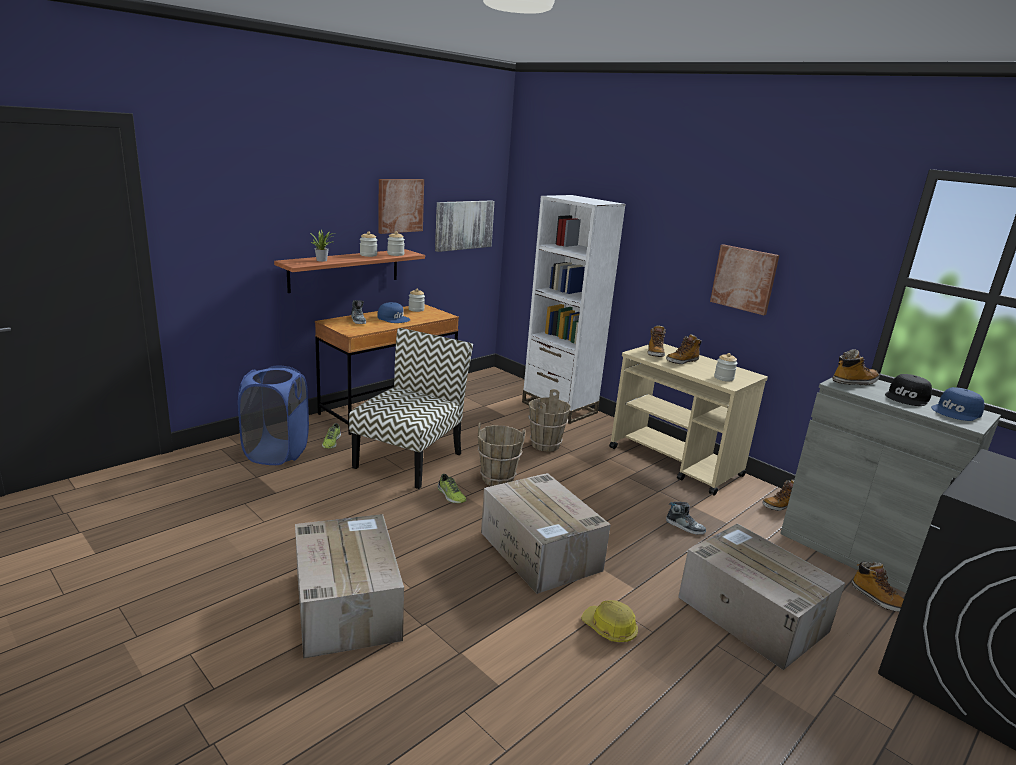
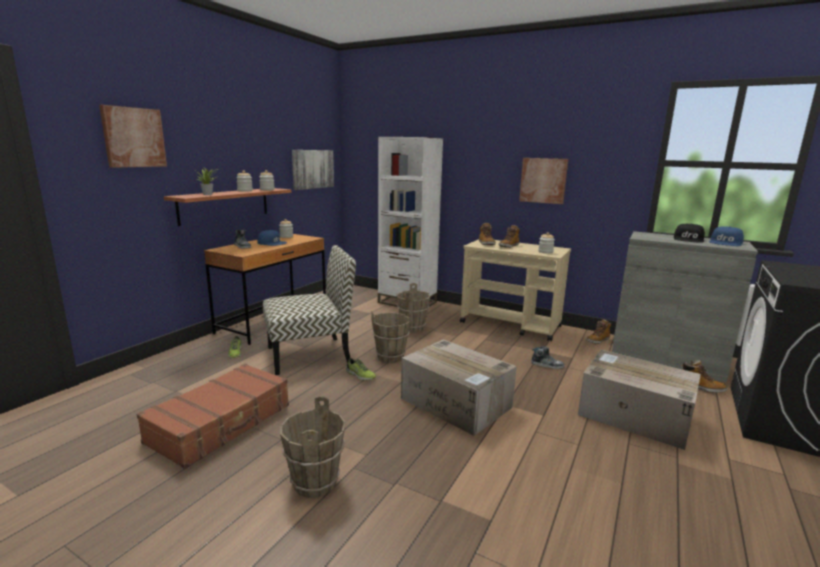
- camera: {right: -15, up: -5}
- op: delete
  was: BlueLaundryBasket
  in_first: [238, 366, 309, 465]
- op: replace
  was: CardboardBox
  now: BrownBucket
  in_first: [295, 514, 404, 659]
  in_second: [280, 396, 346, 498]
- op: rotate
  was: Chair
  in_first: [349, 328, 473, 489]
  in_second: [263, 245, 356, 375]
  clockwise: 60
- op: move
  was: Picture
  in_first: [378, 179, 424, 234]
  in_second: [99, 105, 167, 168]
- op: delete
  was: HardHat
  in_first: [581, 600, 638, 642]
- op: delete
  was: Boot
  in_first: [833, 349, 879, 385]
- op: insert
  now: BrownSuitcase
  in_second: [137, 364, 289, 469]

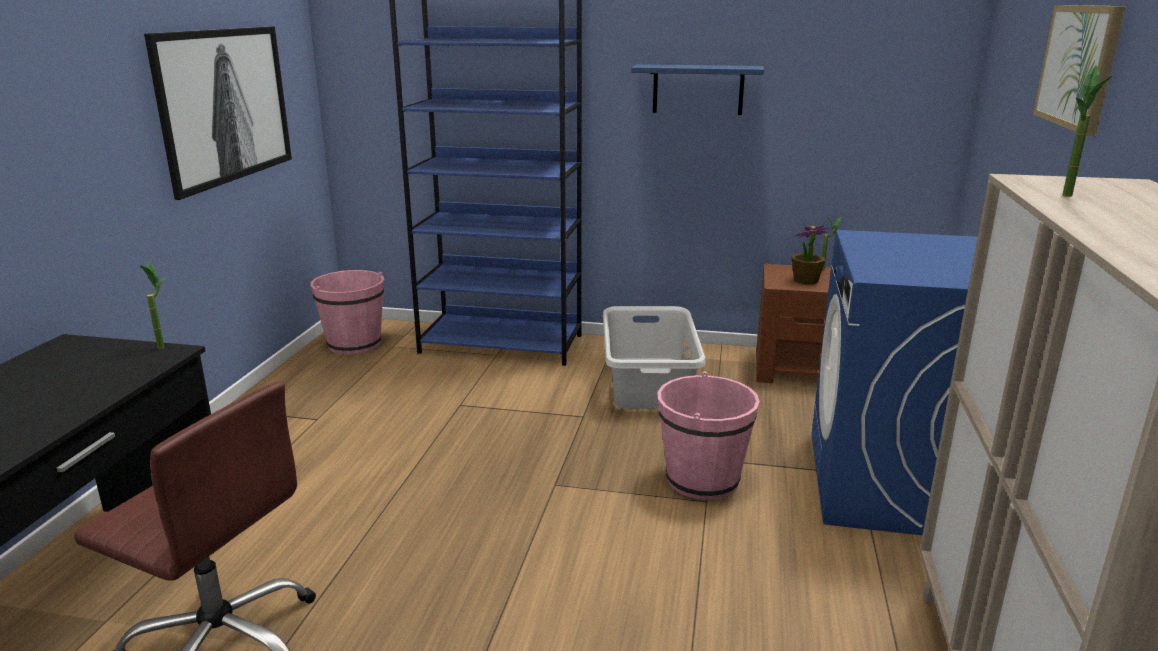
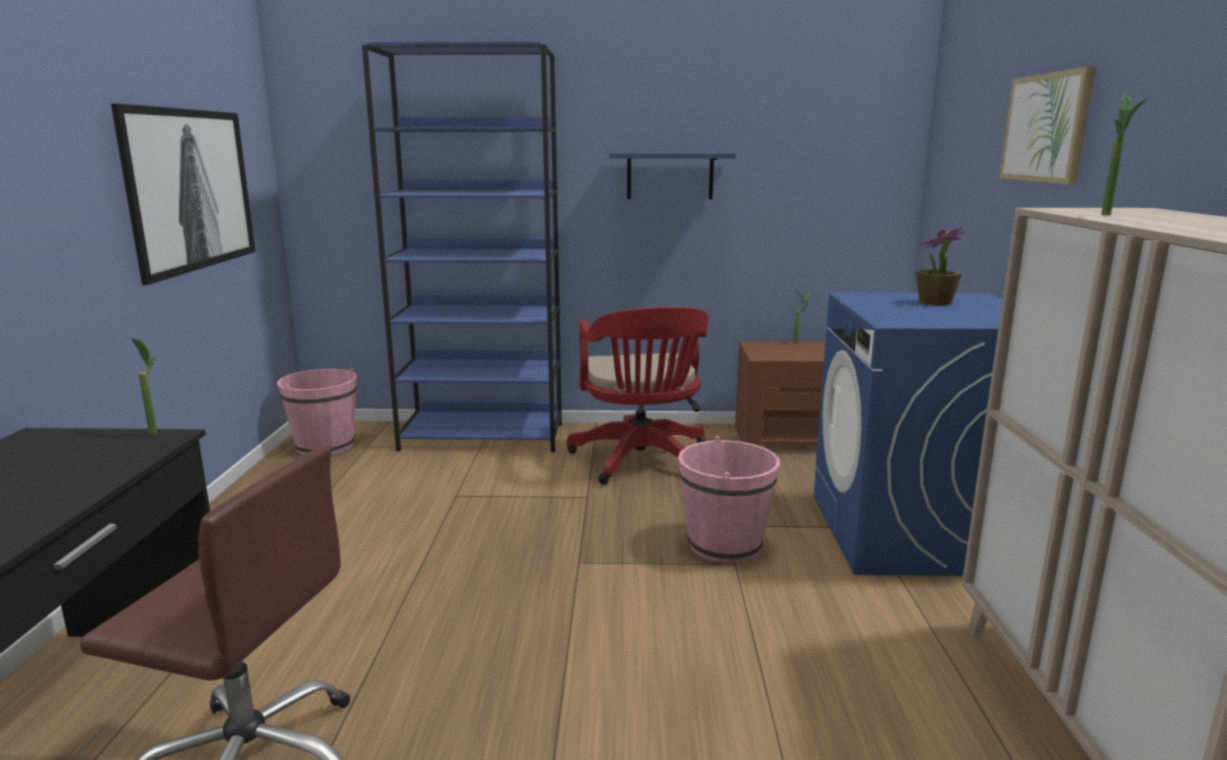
- camera: {right: -10, up: -5}
- op: replace
  was: GreyLaundryBasket
  now: RedOfficeChair
  in_first: [603, 306, 706, 409]
  in_second: [567, 307, 709, 485]
- op: move
  was: PottedPlant
  in_first: [791, 225, 829, 285]
  in_second: [916, 227, 965, 305]

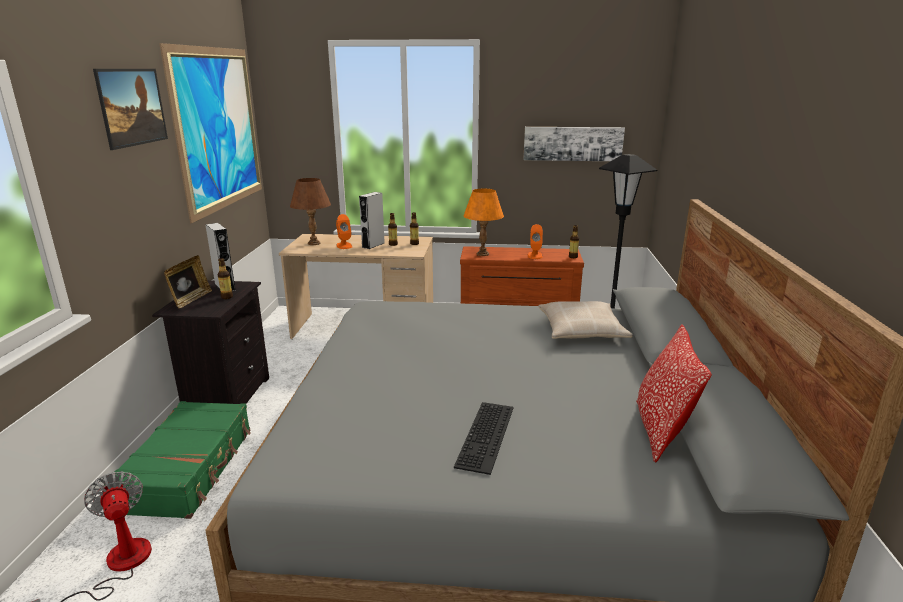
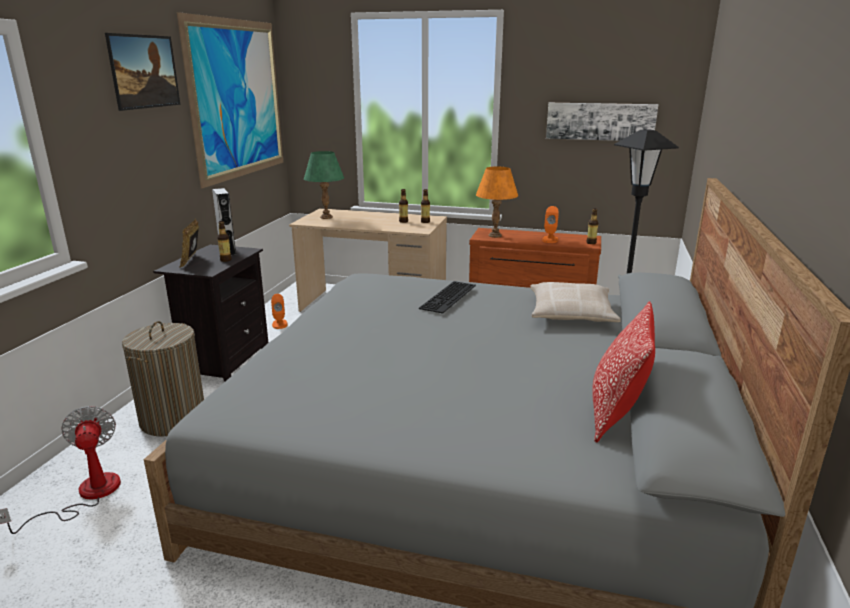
- camera: {right: 10, up: 0}
- op: replace
  was: GreenSuitcase
  now: LaundryBasket
  in_first: [104, 401, 251, 519]
  in_second: [122, 321, 204, 437]
- op: rotate
  was: PictureFrame
  in_first: [164, 255, 212, 308]
  in_second: [179, 219, 199, 268]
  clockwise: 150
- op: recolor
  was: BrownTableLamp
  now: GreenTableLamp
  in_first: [290, 178, 331, 245]
  in_second: [304, 151, 344, 219]
- op: move
  was: OrangeSpeaker
  in_first: [336, 214, 352, 249]
  in_second: [271, 294, 288, 329]
- op: delete
  was: GreySpeaker
  in_first: [359, 192, 385, 249]
- op: move
  was: Keyboard
  in_first: [454, 402, 513, 475]
  in_second: [419, 281, 476, 313]

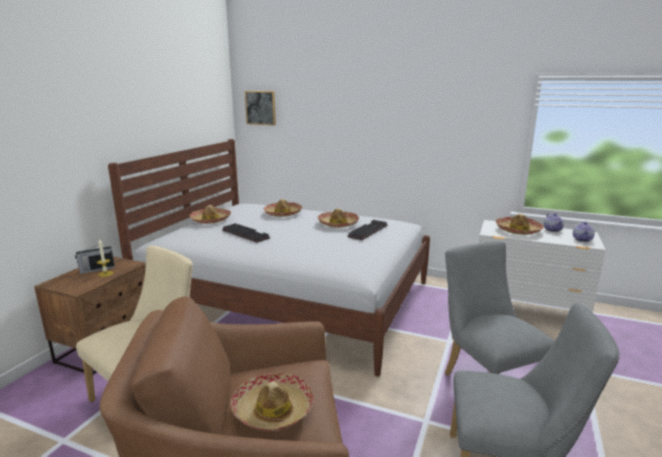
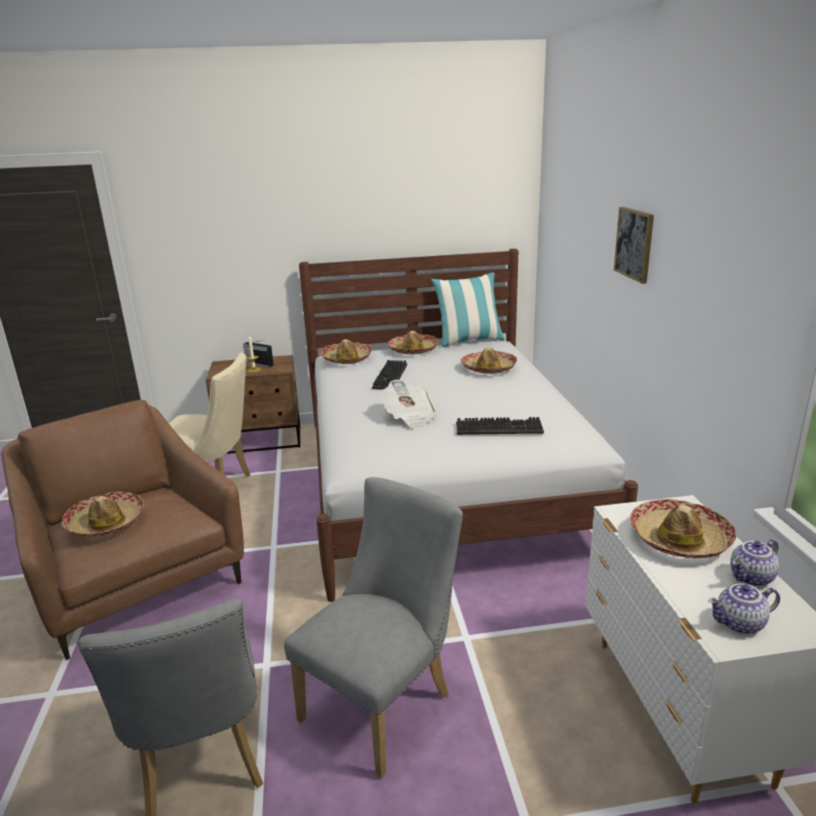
- camera: {right: 60, up: 5}
- op: move
  was: Picture
  in_first: [245, 91, 276, 125]
  in_second: [614, 207, 654, 284]
- op: move
  was: Hat
  in_first: [318, 208, 359, 228]
  in_second: [320, 339, 372, 364]
- op: insert
  now: Newspaper
  in_second: [381, 380, 437, 429]
- op: insert
  now: Pillow
  in_second: [431, 273, 505, 347]

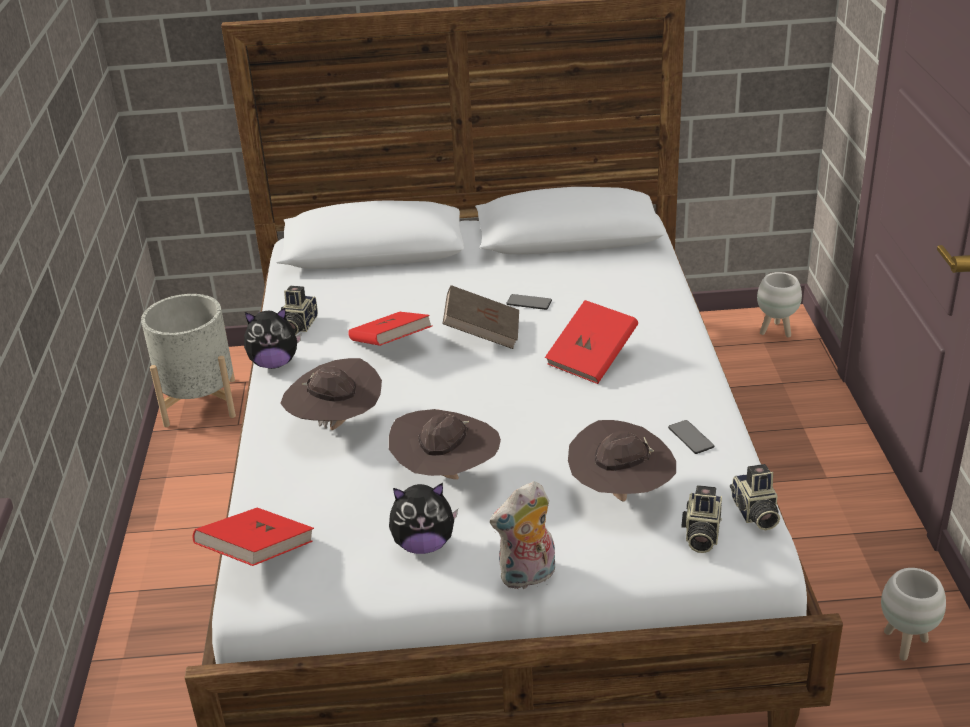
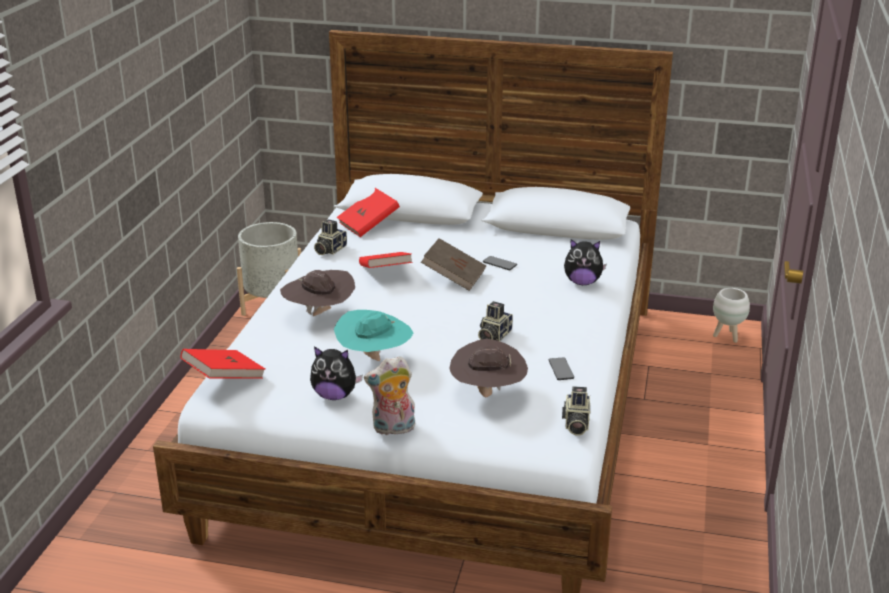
- camera: {right: 15, up: -5}
- op: move
  was: PlushToy
  in_first: [244, 307, 301, 369]
  in_second: [564, 239, 606, 285]
- op: recolor
  was: BrownHat
  now: TurquoiseHat
  in_first: [389, 409, 501, 480]
  in_second: [334, 310, 413, 361]
- op: move
  was: RedBook
  in_first: [545, 300, 638, 384]
  in_second: [337, 188, 400, 237]
- op: move
  was: PhotoCamera
  in_first: [681, 485, 722, 553]
  in_second: [478, 301, 513, 341]
- op: delete
  was: WhitePlanter
  in_first: [881, 568, 946, 661]

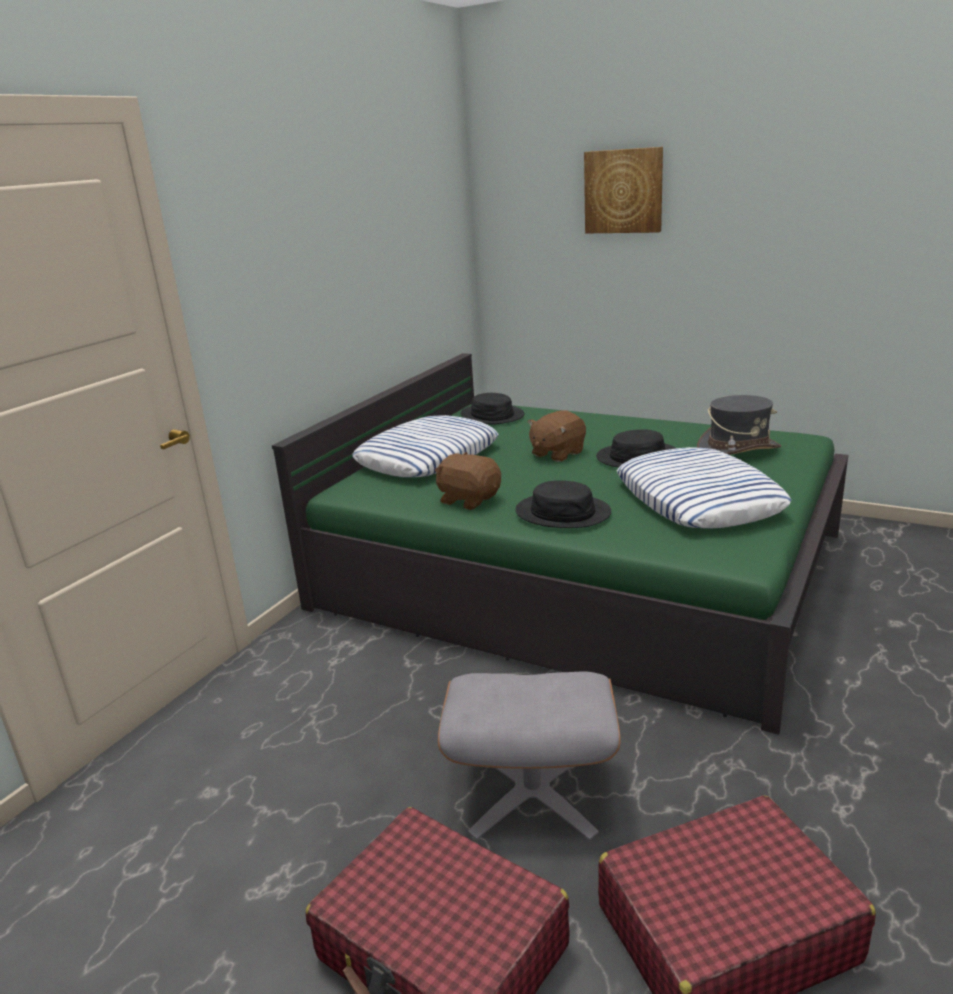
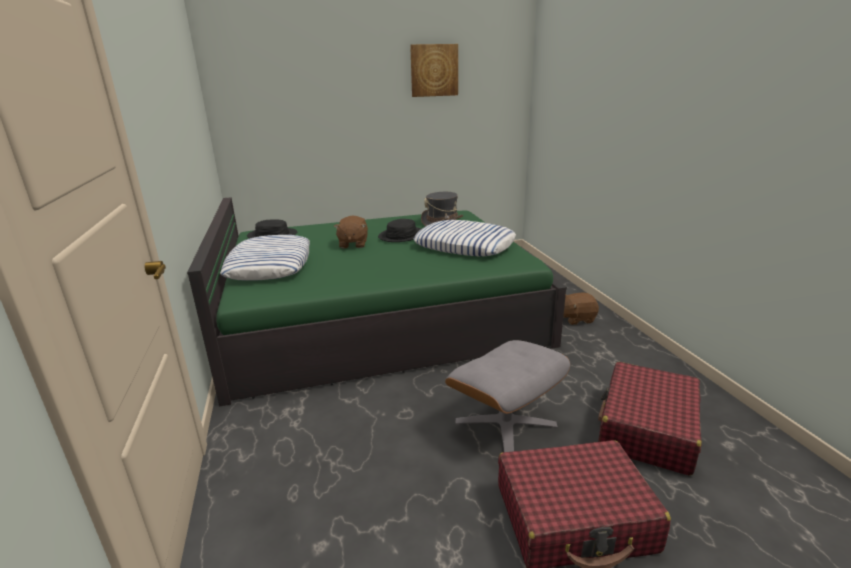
- camera: {right: -45, up: 0}
- op: move
  was: BrownPlushToy
  in_first: [435, 451, 501, 510]
  in_second: [563, 293, 599, 325]
- op: delete
  was: BlackHat
  in_first: [515, 480, 611, 528]
- op: move
  was: Picture
  in_first: [584, 147, 663, 234]
  in_second: [410, 44, 458, 97]

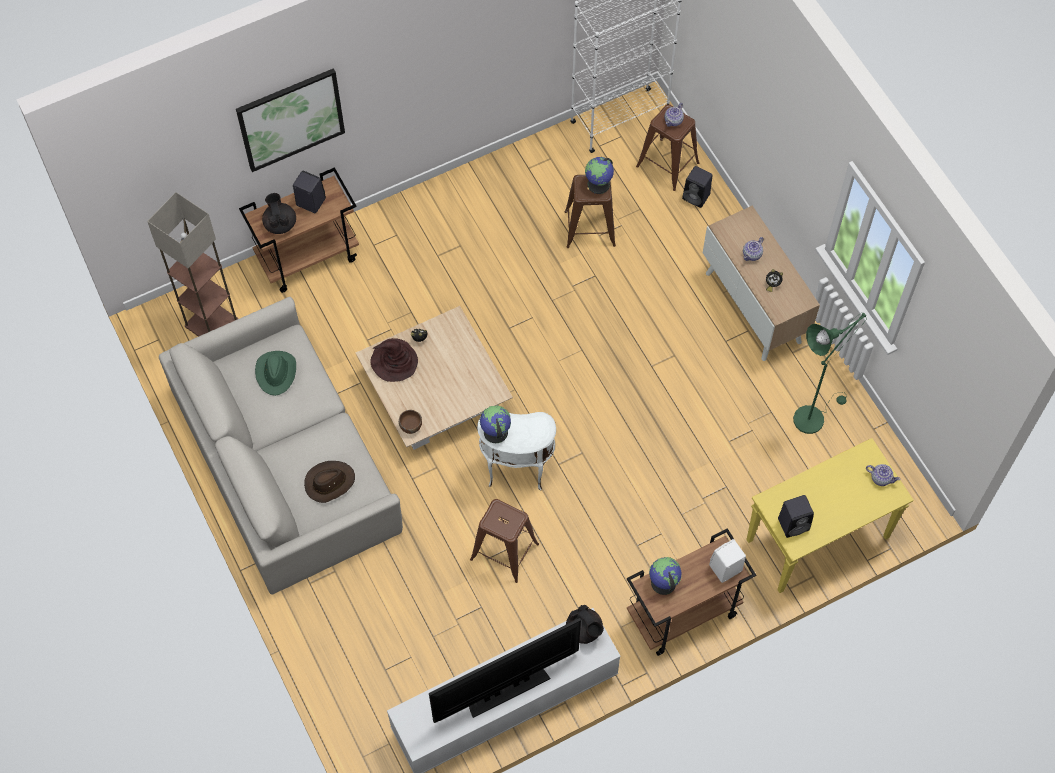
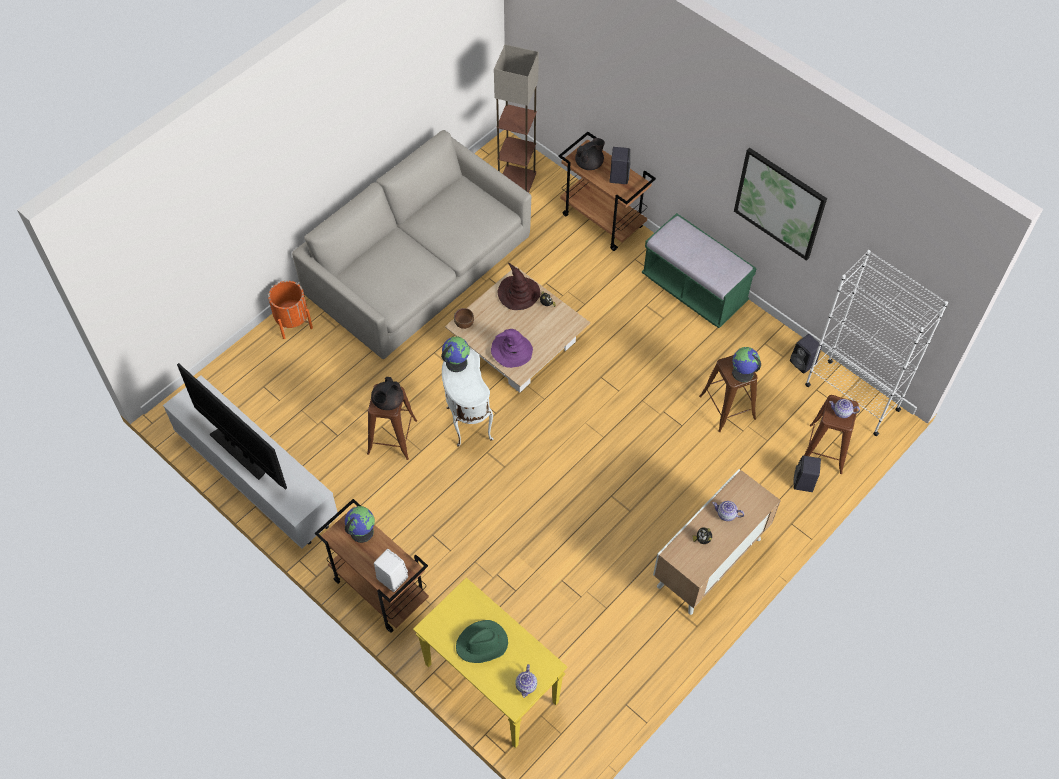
- camera: {right: 70, up: -5}
- op: move
  was: Picture
  in_first: [236, 68, 345, 172]
  in_second: [734, 148, 827, 261]
- op: move
  was: GreenHat
  in_first: [255, 351, 296, 396]
  in_second: [456, 620, 508, 663]
- op: delete
  was: BrownHat
  in_first: [304, 461, 355, 503]
- op: move
  was: BlackTeapot
  in_first: [566, 605, 604, 644]
  in_second: [371, 377, 403, 410]
- op: move
  was: BlackSpeaker
  in_first: [778, 495, 814, 538]
  in_second: [790, 334, 822, 374]
- op: delete
  was: GreenFloorLamp
  in_first: [793, 313, 867, 434]
- op: insert
  now: OrangePlanter
  in_second: [268, 281, 313, 339]
- op: insert
  now: PurpleHat
  in_second: [491, 329, 533, 368]
- op: insert
  now: GreenBench
  in_second: [642, 213, 757, 328]

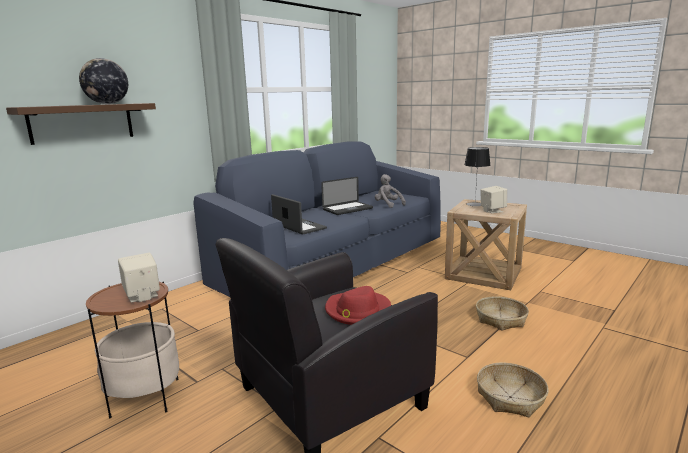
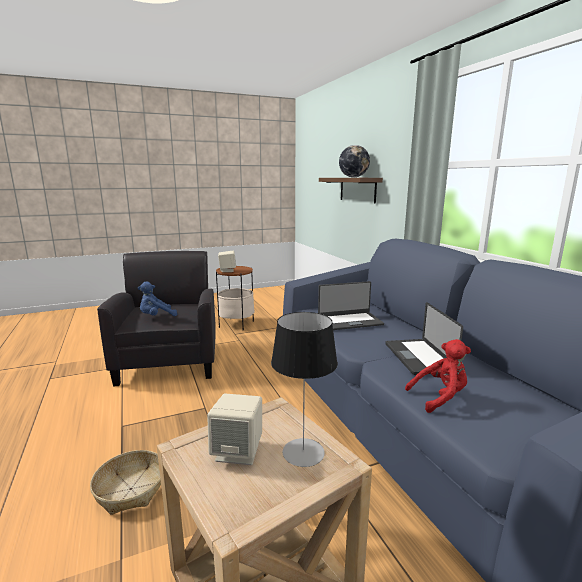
- camera: {right: 115, up: 0}
- op: replace
  was: RedHat
  now: BluePlushToy
  in_first: [325, 286, 391, 325]
  in_second: [138, 282, 177, 316]
- op: recolor
  was: GreyPlushToy
  now: RedPlushToy
  in_first: [375, 174, 406, 208]
  in_second: [405, 339, 471, 413]
- op: delete
  was: Basket
  in_first: [477, 363, 549, 417]

